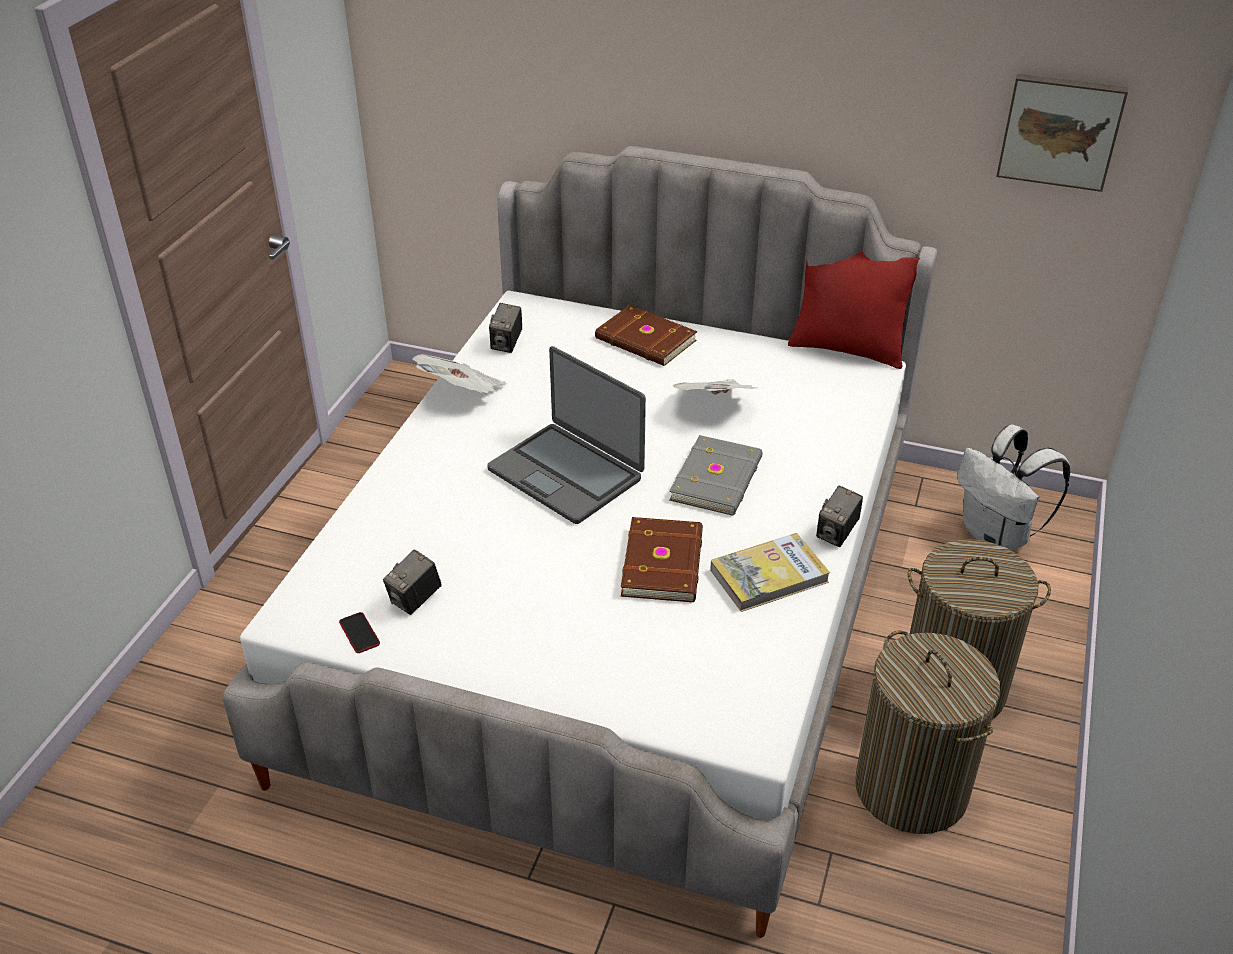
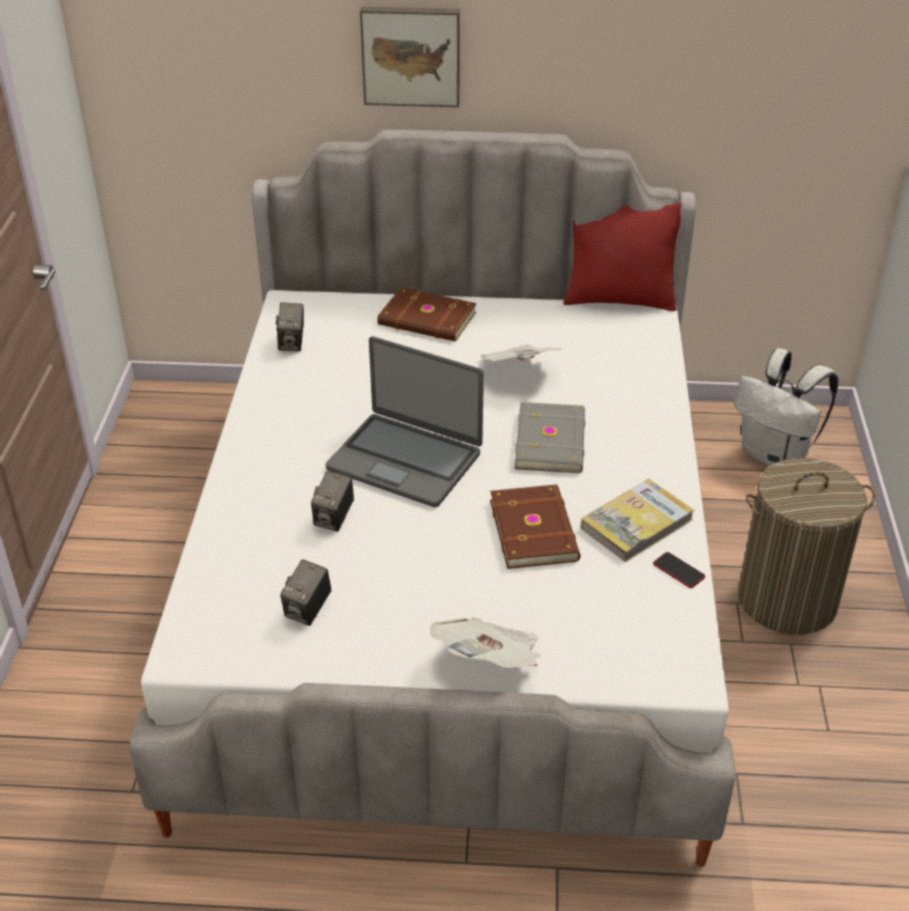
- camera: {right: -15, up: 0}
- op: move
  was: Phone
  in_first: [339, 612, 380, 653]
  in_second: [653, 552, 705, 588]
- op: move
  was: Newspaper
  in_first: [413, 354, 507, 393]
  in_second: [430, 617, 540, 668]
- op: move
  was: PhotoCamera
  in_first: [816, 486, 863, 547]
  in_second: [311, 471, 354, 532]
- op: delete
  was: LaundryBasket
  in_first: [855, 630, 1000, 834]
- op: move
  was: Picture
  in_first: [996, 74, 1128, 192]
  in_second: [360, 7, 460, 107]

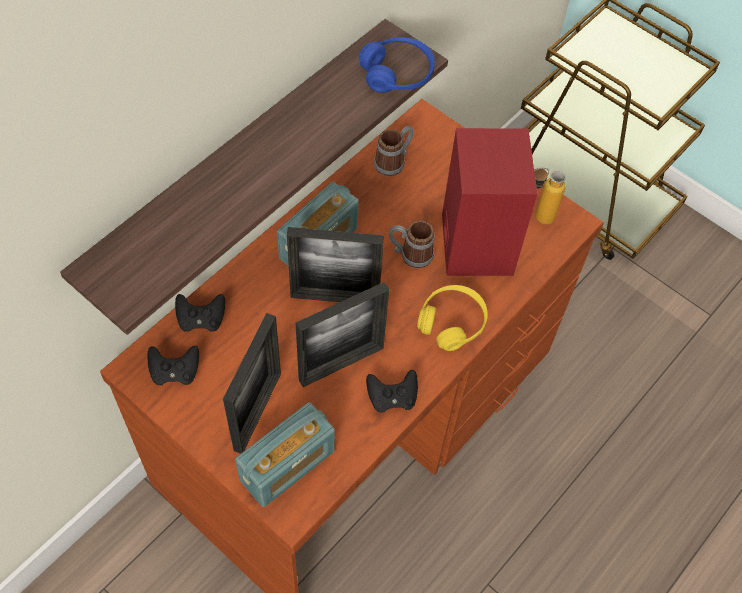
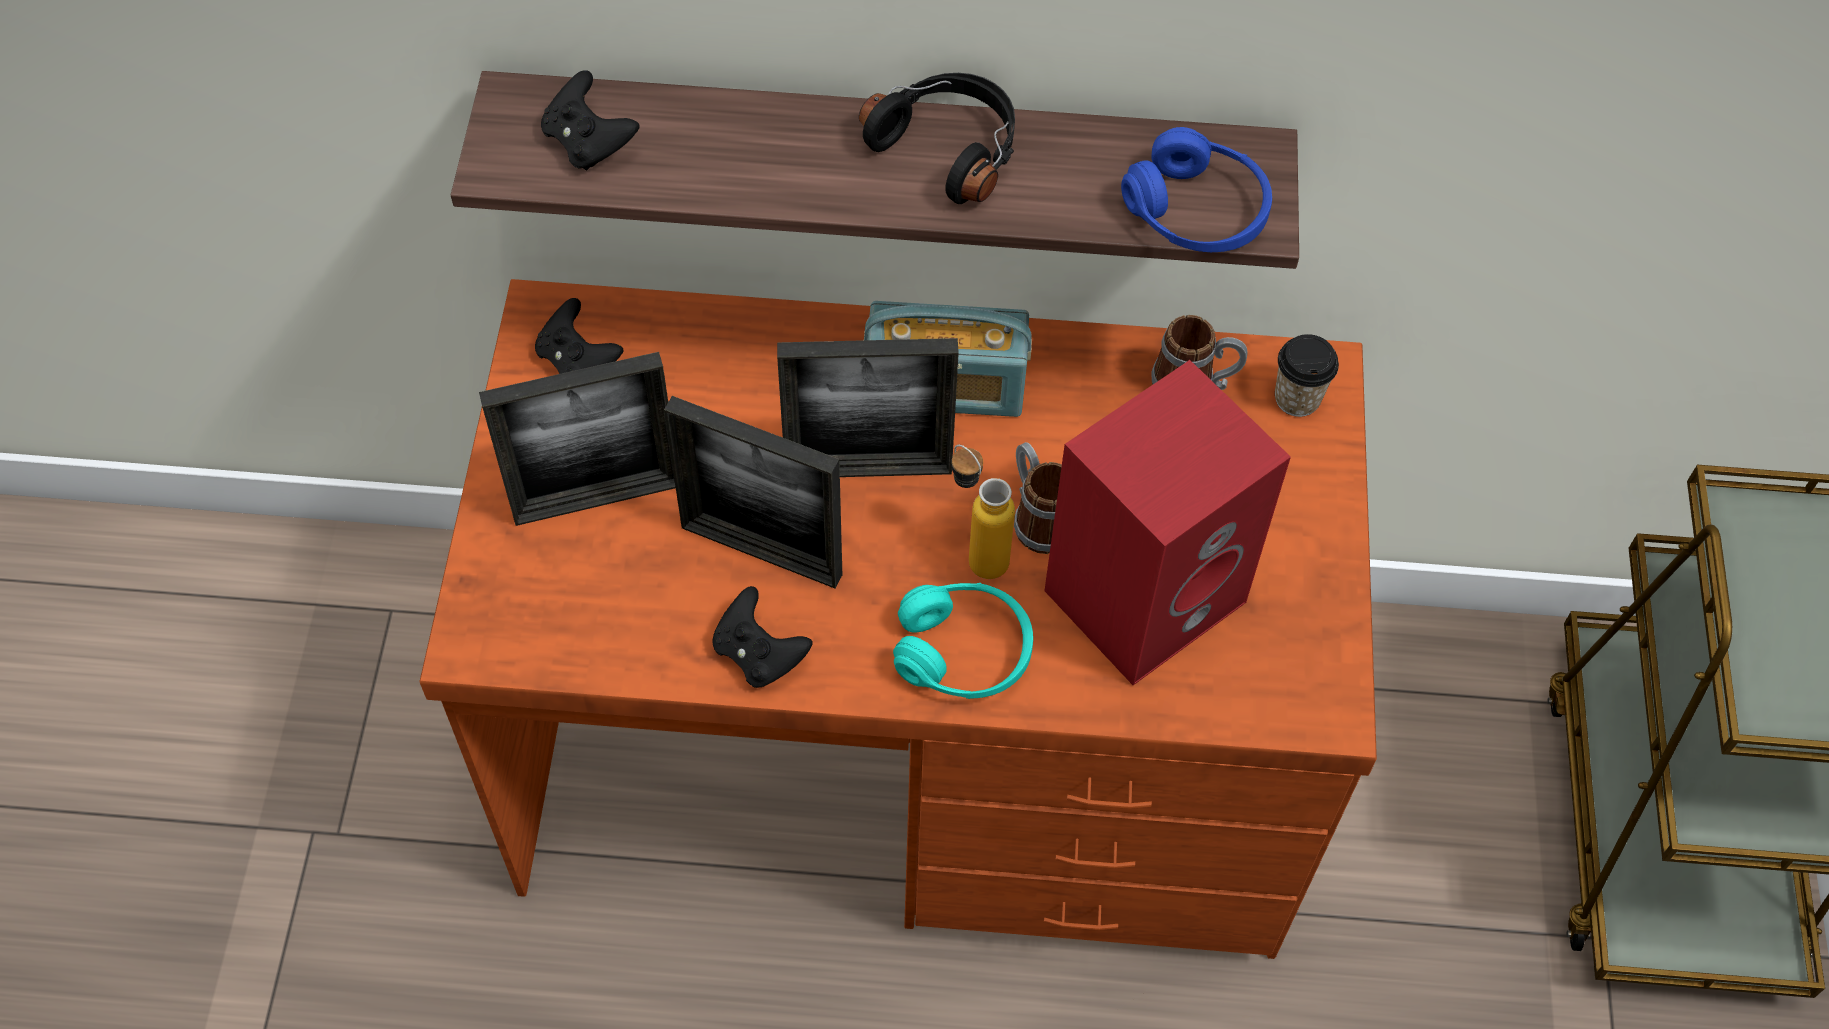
- camera: {right: 55, up: 0}
- op: move
  was: BlackGameController
  in_first: [175, 294, 225, 332]
  in_second: [541, 70, 640, 171]
- op: delete
  was: Radio
  in_first: [235, 402, 335, 507]
- op: rotate
  was: PictureFrame
  in_first: [287, 227, 384, 302]
  in_second: [777, 338, 959, 477]
  clockwise: -60
- op: recolor
  was: YellowHeadphones
  now: TurquoiseHeadphones
  in_first: [417, 285, 488, 351]
  in_second: [893, 583, 1033, 699]
- op: move
  was: Bottle
  in_first: [534, 168, 566, 224]
  in_second: [951, 445, 1015, 579]
- op: insert
  now: BlackHeadphones
  in_second: [859, 73, 1015, 204]
- op: insert
  now: Cup
  in_second: [1275, 334, 1339, 417]

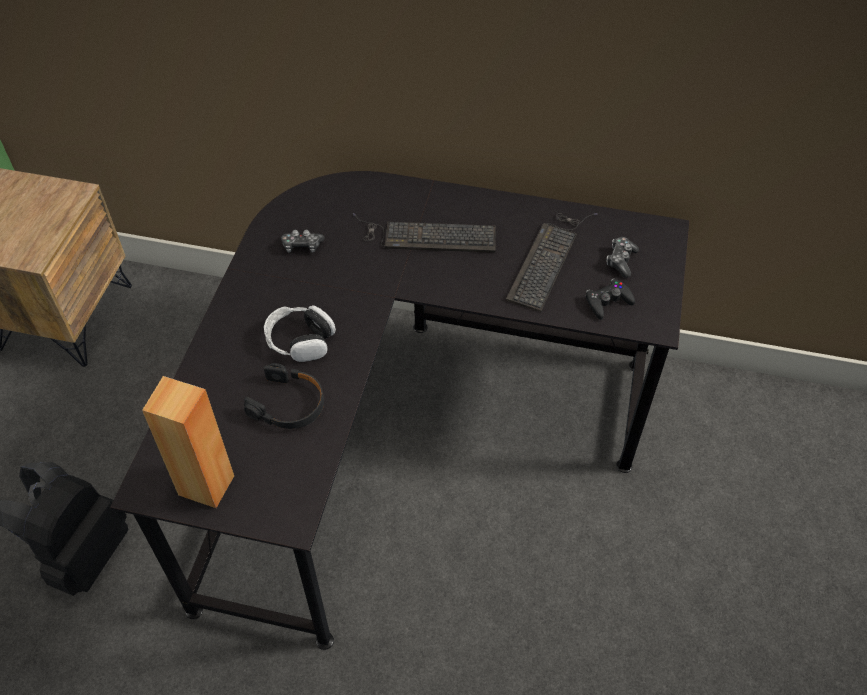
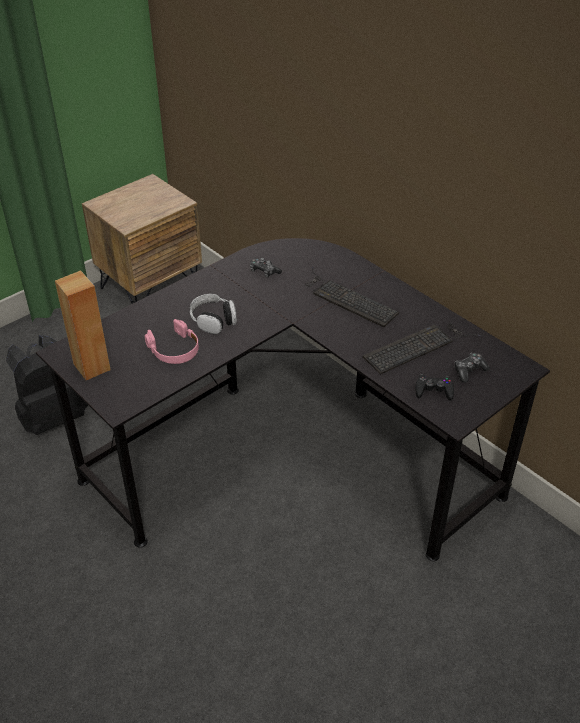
- camera: {right: 35, up: -10}
- op: recolor
  was: BlackHeadphones
  now: PinkHeadphones
  in_first: [244, 363, 324, 429]
  in_second: [145, 319, 199, 364]

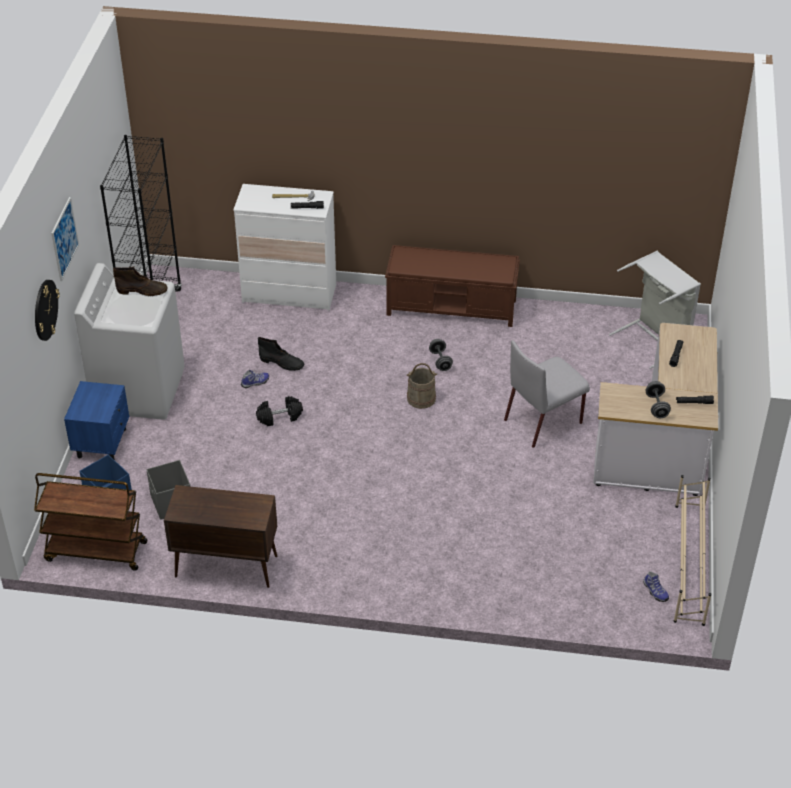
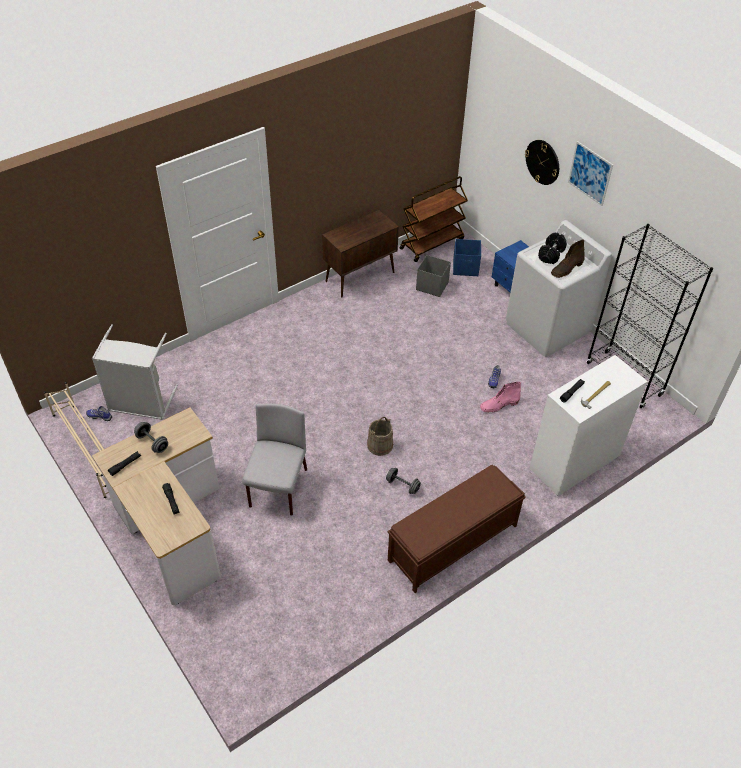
- camera: {right: 135, up: 5}
- op: move
  was: BlackDumbbell
  in_first: [256, 396, 303, 426]
  in_second: [538, 233, 567, 264]
- op: recolor
  was: BlackBoot
  now: PinkBoot
  in_first: [258, 337, 304, 371]
  in_second: [480, 382, 521, 413]
- op: move
  was: GreyLaundryBasket
  in_first: [609, 251, 701, 369]
  in_second: [92, 324, 178, 420]

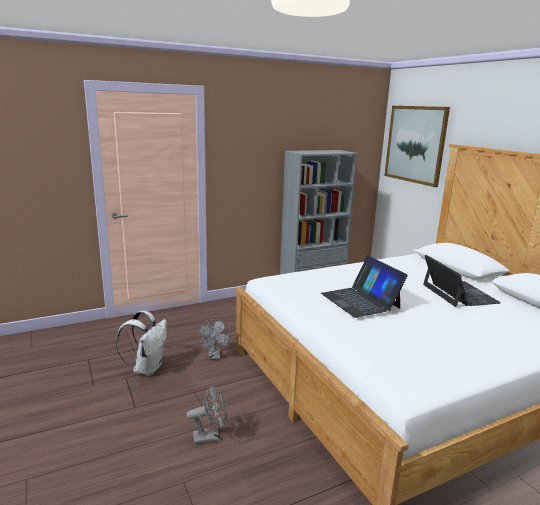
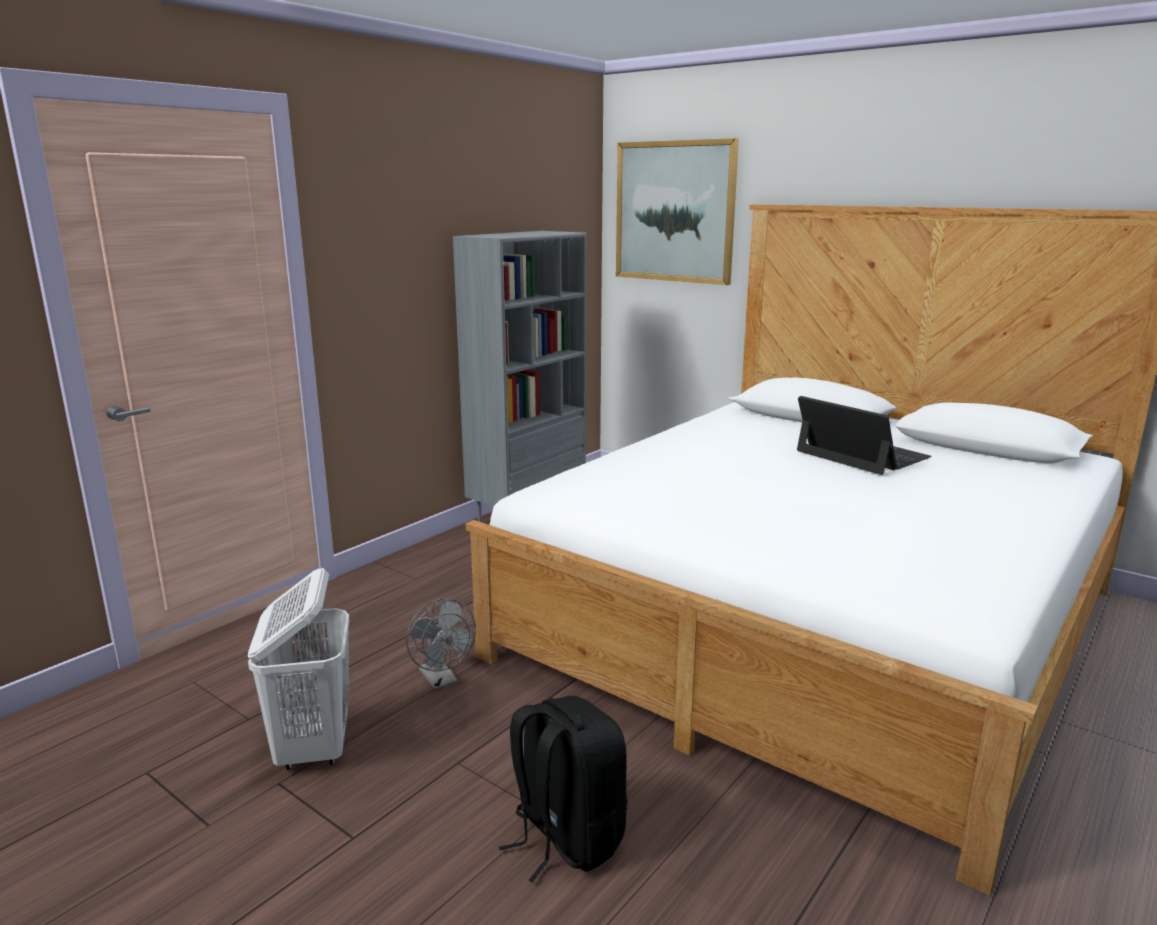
- camera: {right: -25, up: 0}
- op: replace
  was: WhiteBackpack
  now: WhiteLaundryBasket
  in_first: [116, 310, 167, 376]
  in_second: [247, 568, 350, 770]
- op: replace
  was: GreyFan
  now: BlackBackpack
  in_first: [187, 385, 228, 444]
  in_second: [499, 696, 627, 882]
- op: delete
  was: Laptop
  in_first: [321, 255, 408, 318]

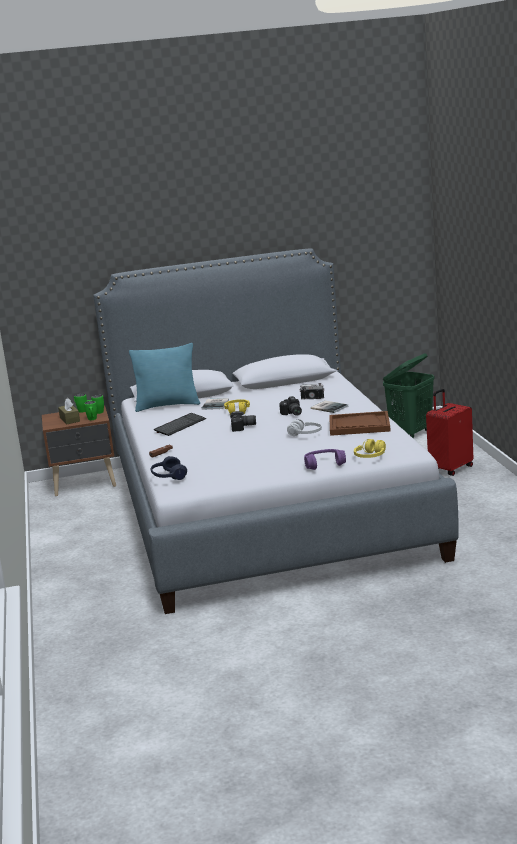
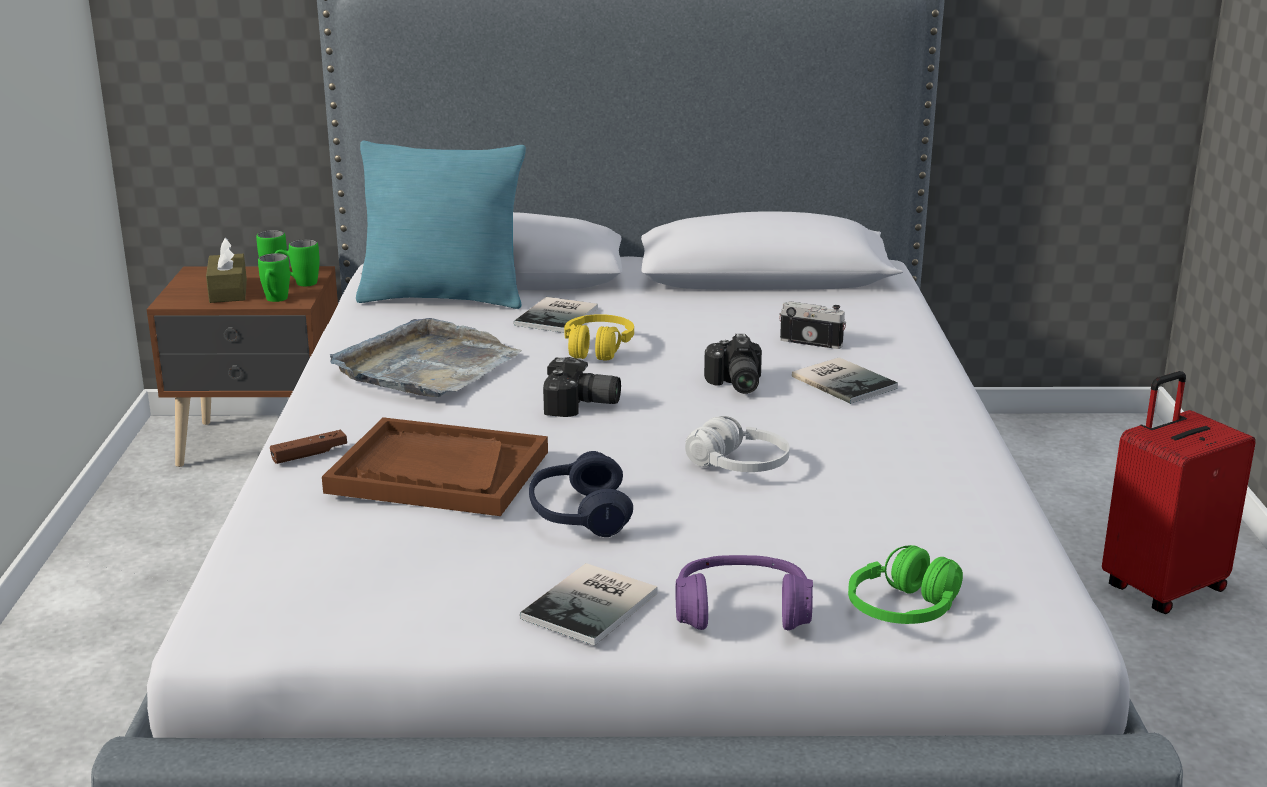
- camera: {right: 10, up: 5}
- op: move
  was: BlueHeadphones
  in_first: [151, 456, 187, 480]
  in_second: [529, 451, 633, 537]
- op: replace
  was: Keyboard
  now: GreyTray
  in_first: [154, 413, 206, 436]
  in_second: [330, 318, 522, 398]
- op: move
  was: BrownTray
  in_first: [329, 411, 391, 436]
  in_second: [322, 417, 548, 516]
- op: recolor
  was: YellowHeadphones
  now: GreenHeadphones
  in_first: [354, 439, 386, 458]
  in_second: [848, 545, 963, 624]
- op: delete
  was: GreenLaundryBasket
  in_first: [383, 353, 434, 438]
- op: insert
  now: Book
  in_second: [520, 563, 657, 646]

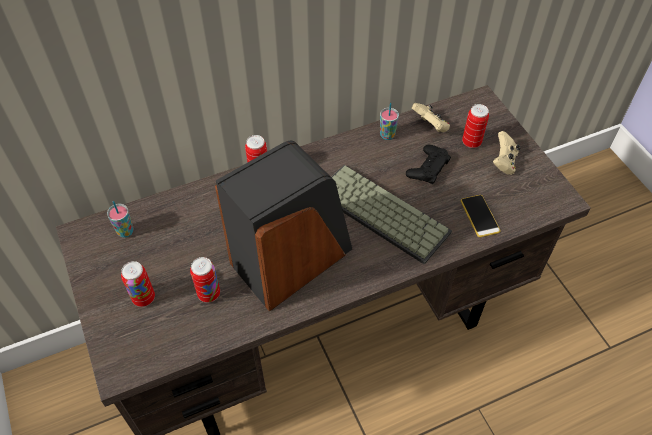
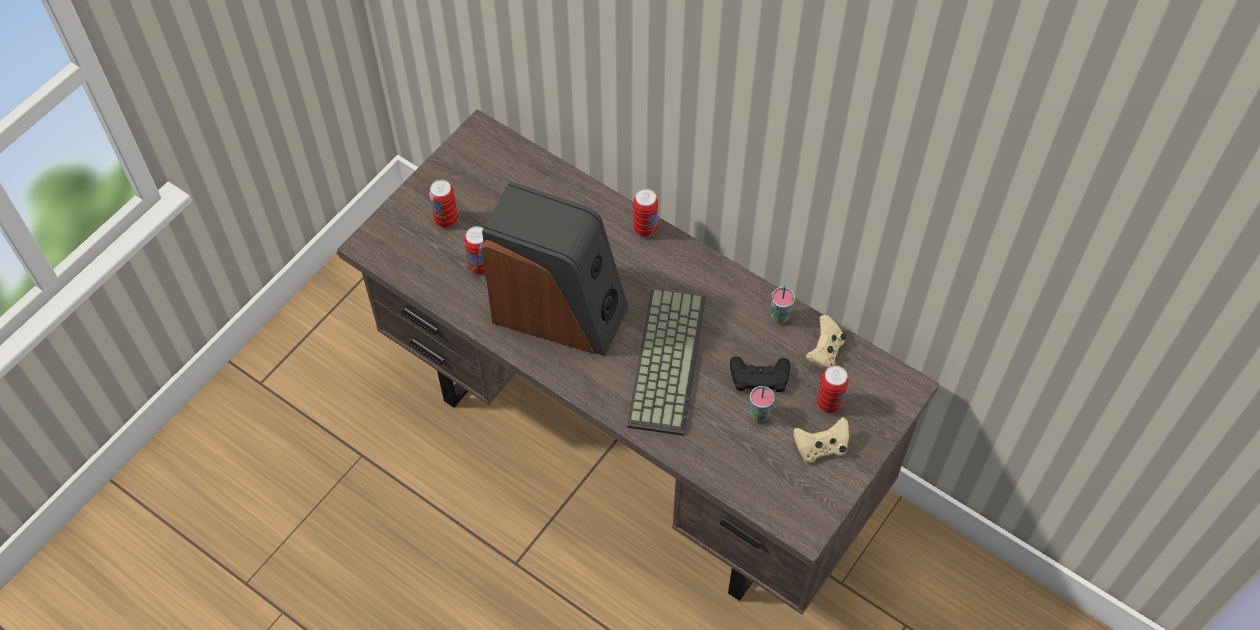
- camera: {right: 60, up: 5}
- op: move
  was: Cup
  in_first: [107, 201, 134, 238]
  in_second: [749, 386, 775, 423]
- op: delete
  was: Phone
  in_first: [461, 195, 501, 237]

